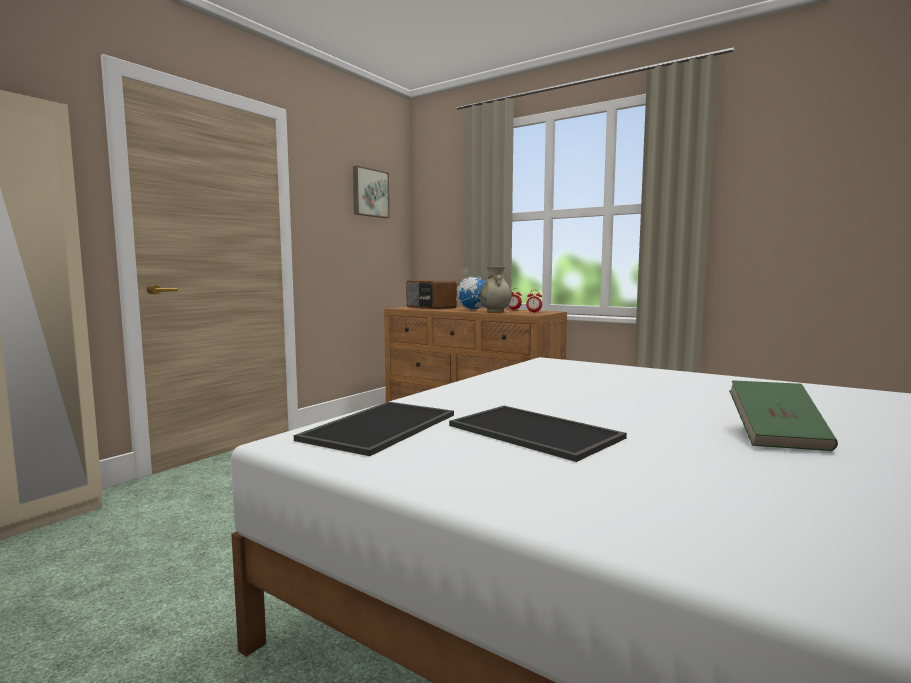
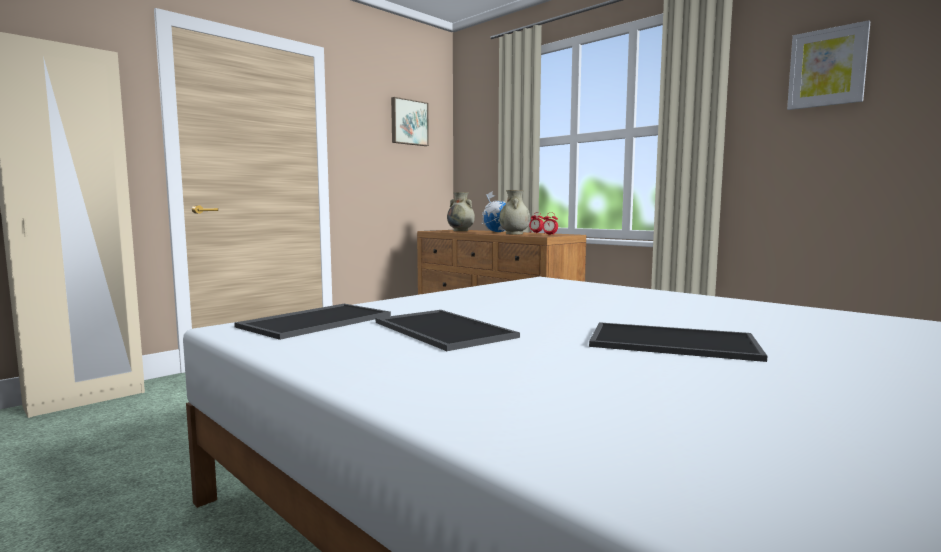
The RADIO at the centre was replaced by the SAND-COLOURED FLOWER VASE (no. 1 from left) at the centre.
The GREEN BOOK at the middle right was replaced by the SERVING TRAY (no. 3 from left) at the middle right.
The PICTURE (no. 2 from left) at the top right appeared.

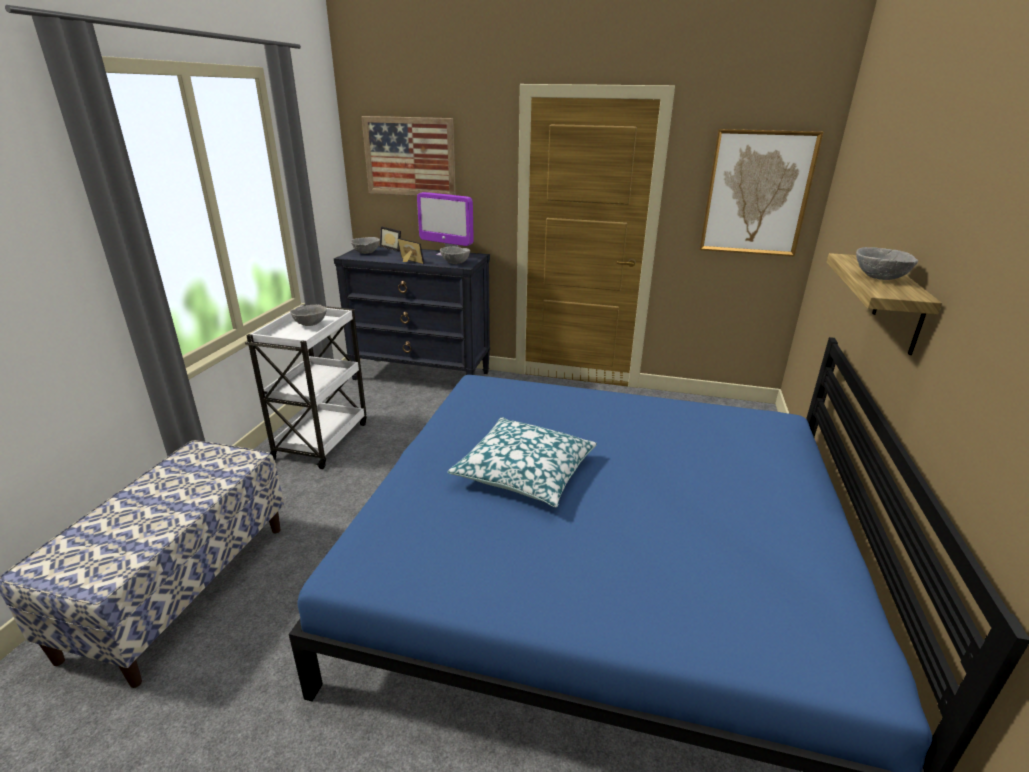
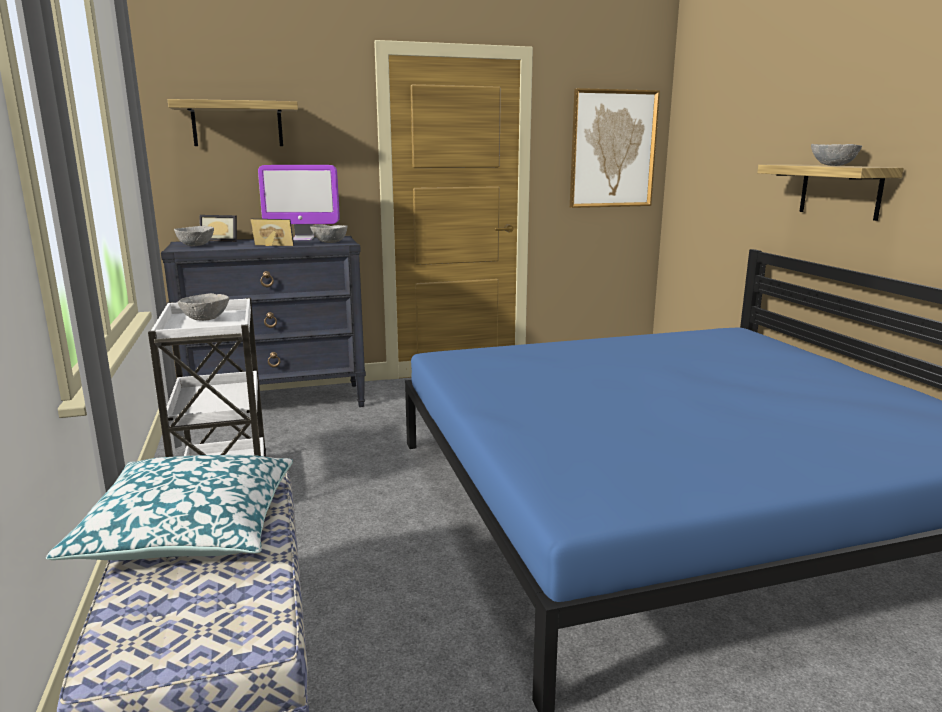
The PICTURE (no. 1 from left) at the top centre was replaced by the SHELF (no. 1 from left) at the top left.
The CUSHION moved from the centre to the bottom left.

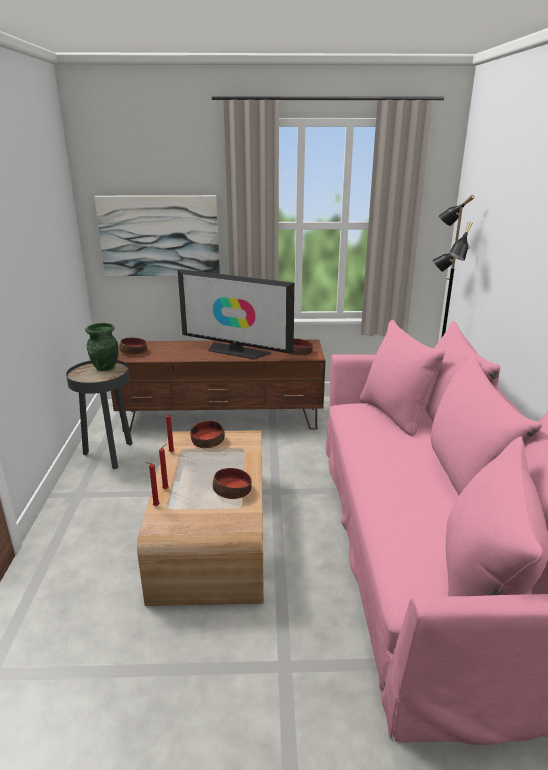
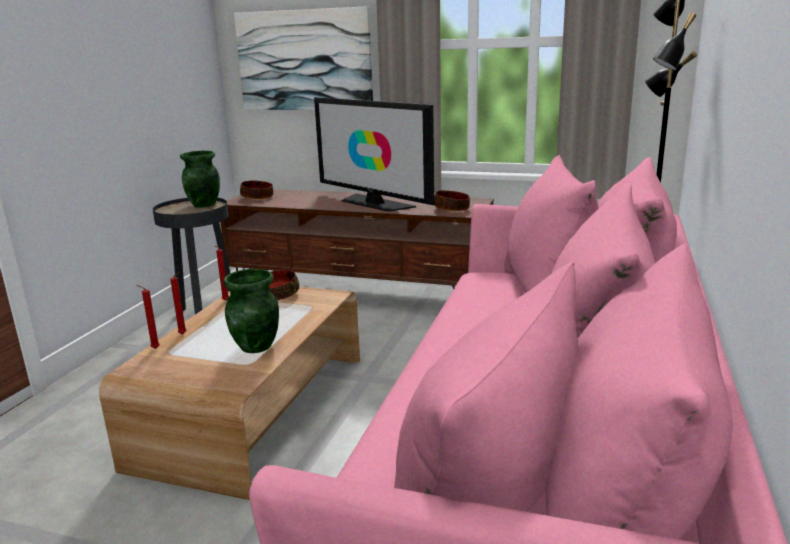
The SERVING BOWL (no. 3 from left) at the centre was replaced by the GREEN FLOWER VASE (no. 2 from left) at the middle left.

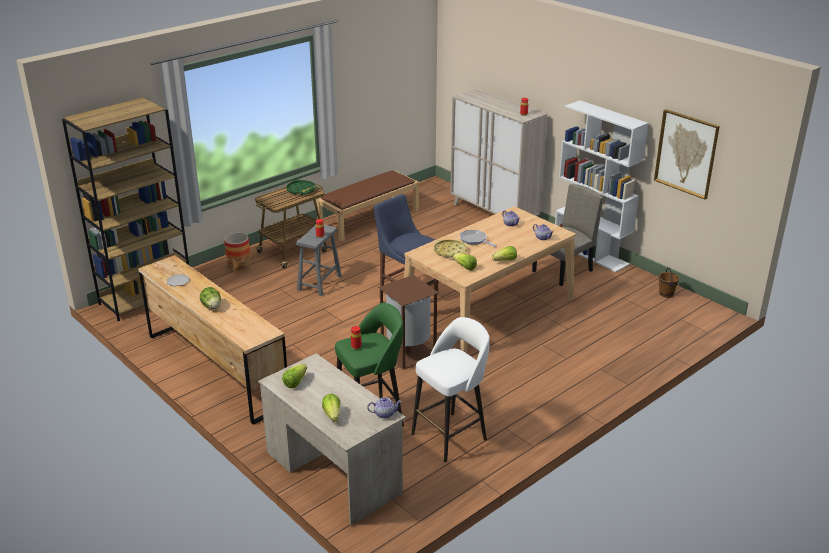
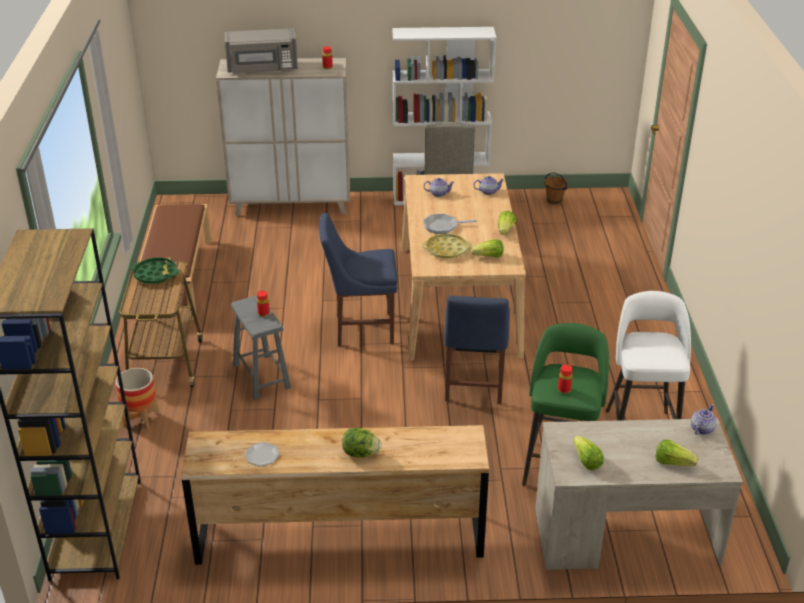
The PICTURE at the top right disappeared.
The BROWN-COLOURED RUBBISH BIN at the centre was replaced by the BLUISH PLAIN CHAIR (no. 2 from left) at the centre.
The GREY KITCHEN MICROWAVE at the top left appeared.

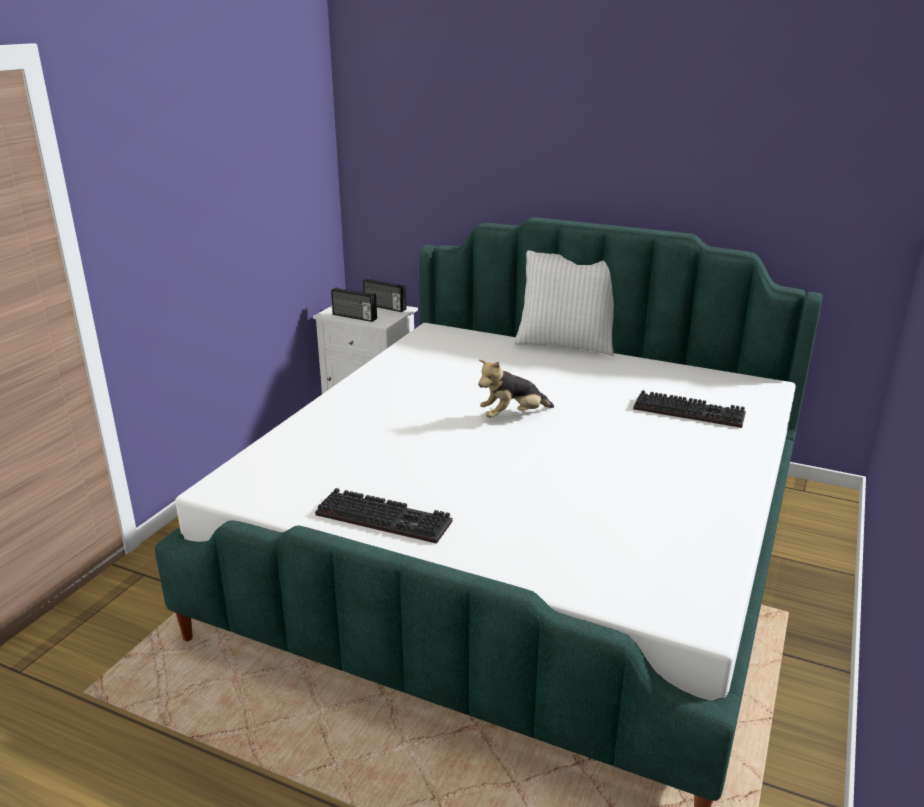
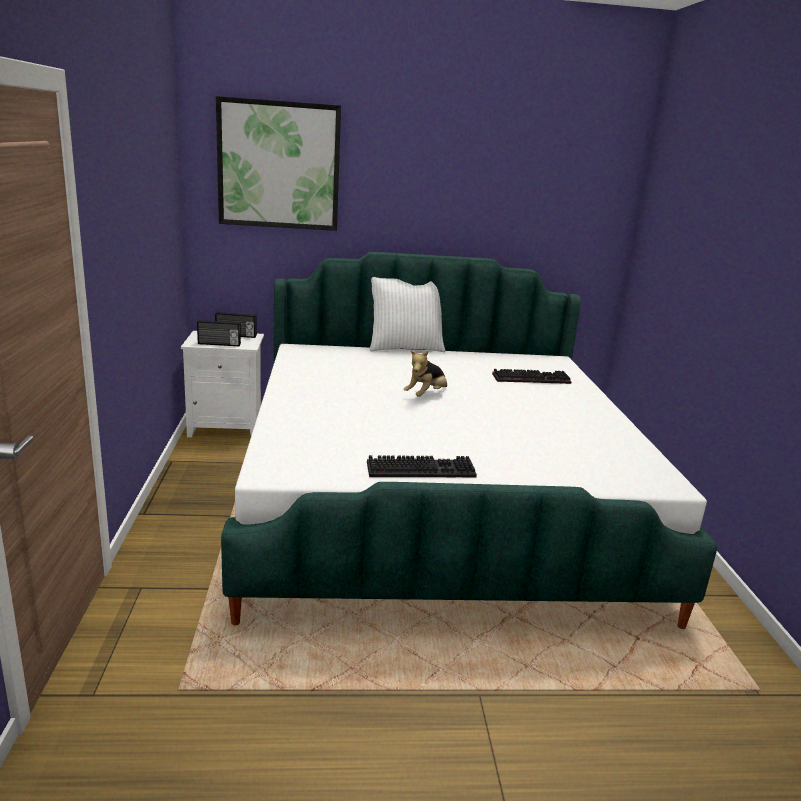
The PICTURE at the top centre appeared.

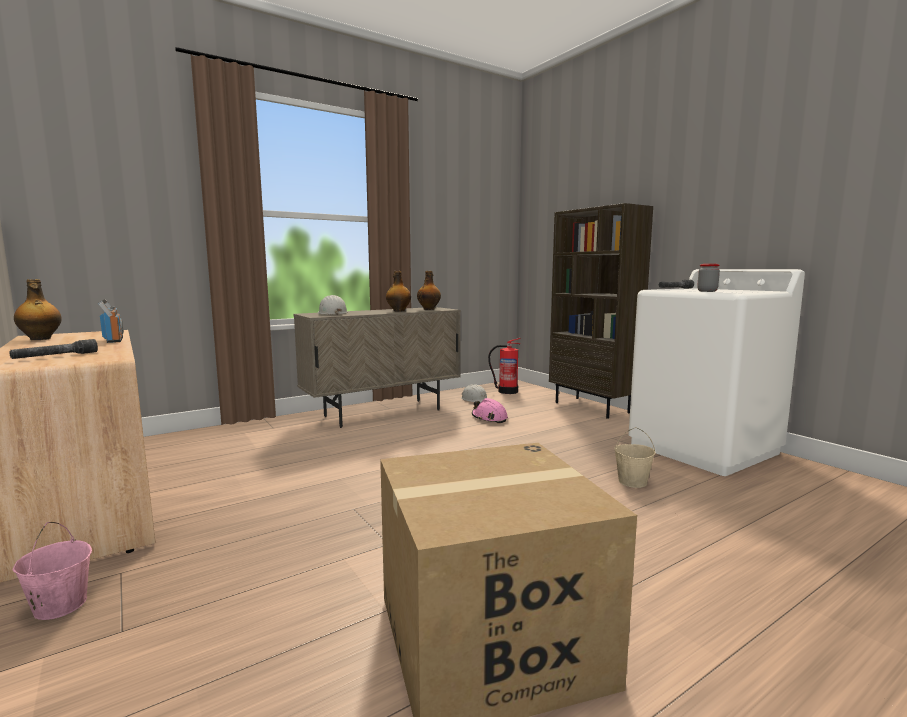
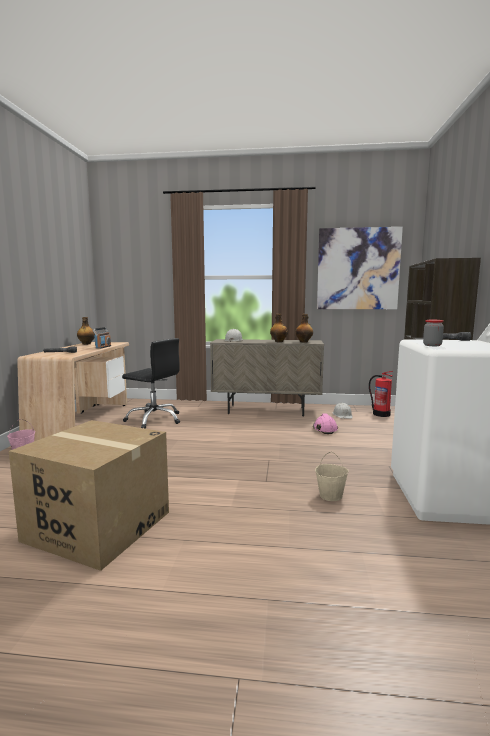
The PICTURE at the middle right appeared.
The BLACK-COLOURED OFFICE CHAIR at the middle left appeared.

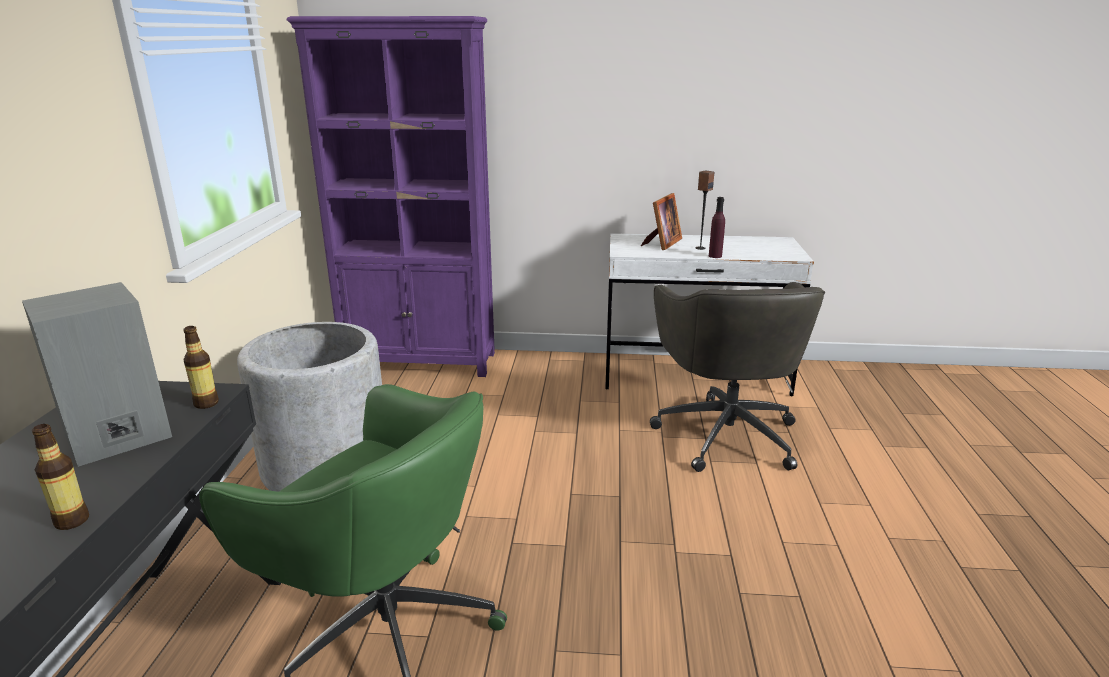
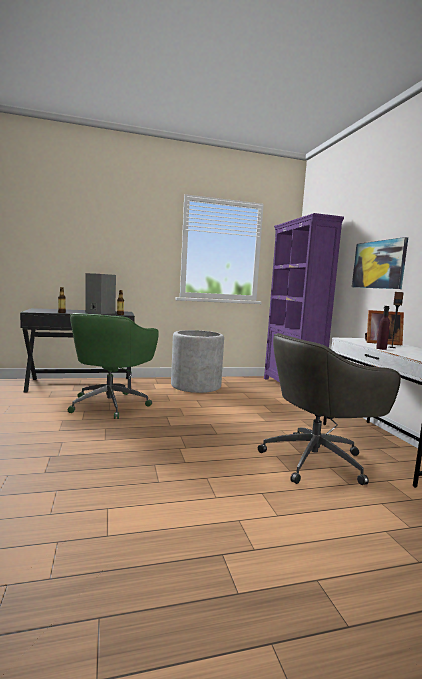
The PICTURE at the middle right appeared.

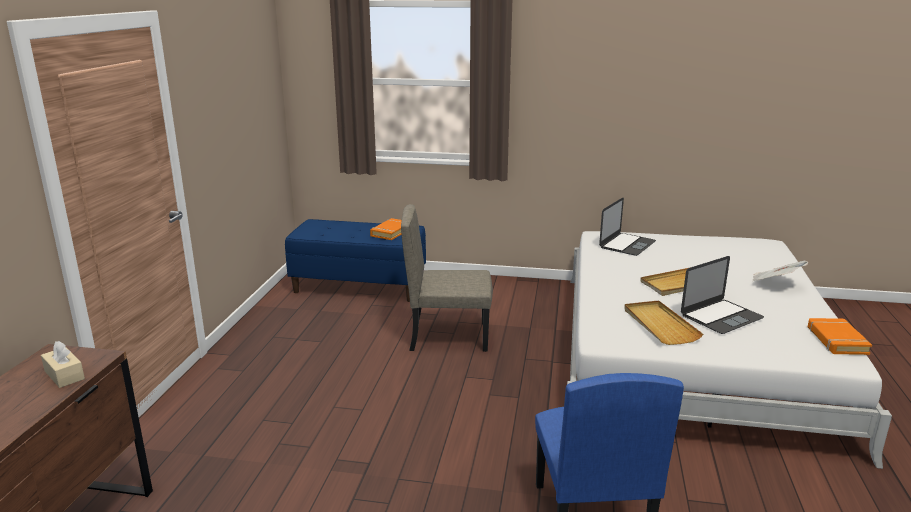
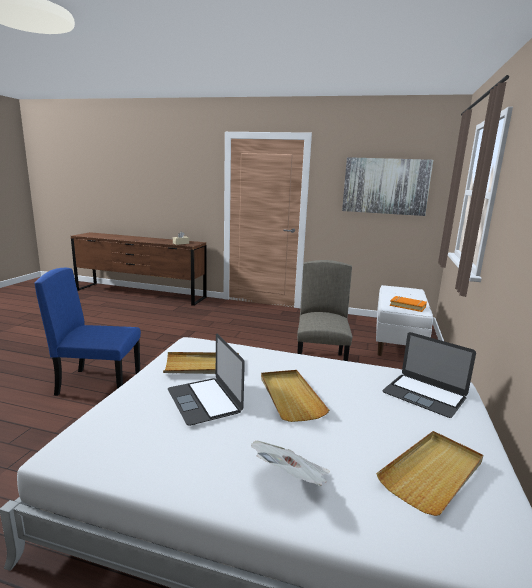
The BLUISH LONG SEAT at the centre became the WHITISH LONG SEAT at the middle right.
The ORANGEY BOOK (no. 2 from left) at the middle right disappeared.
The PICTURE at the top right appeared.
The SAND-COLOURED SERVING TRAY (no. 3 from left) at the bottom right appeared.

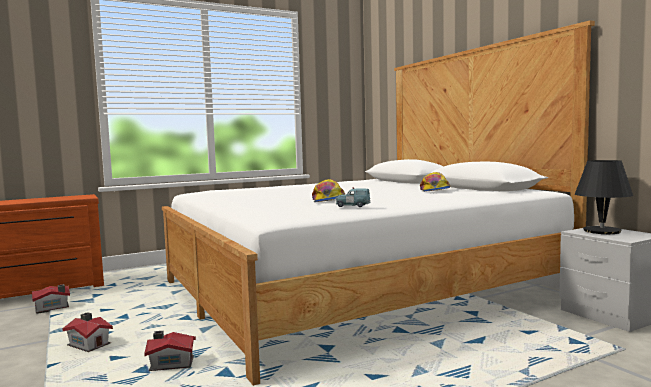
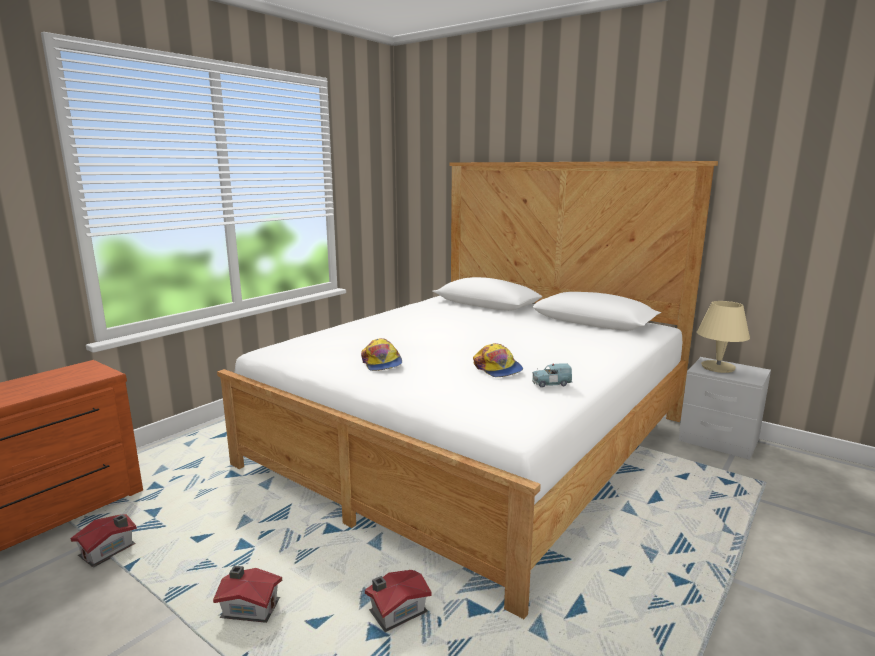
The BLACK-COLOURED TABLE LAMP at the middle right became the SAND-COLOURED TABLE LAMP at the middle right.
The BASEBALL CAP (no. 2 from left in the first image) moved from the middle right to the centre.

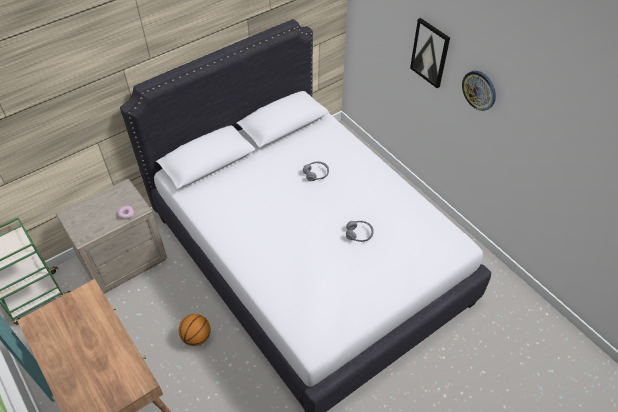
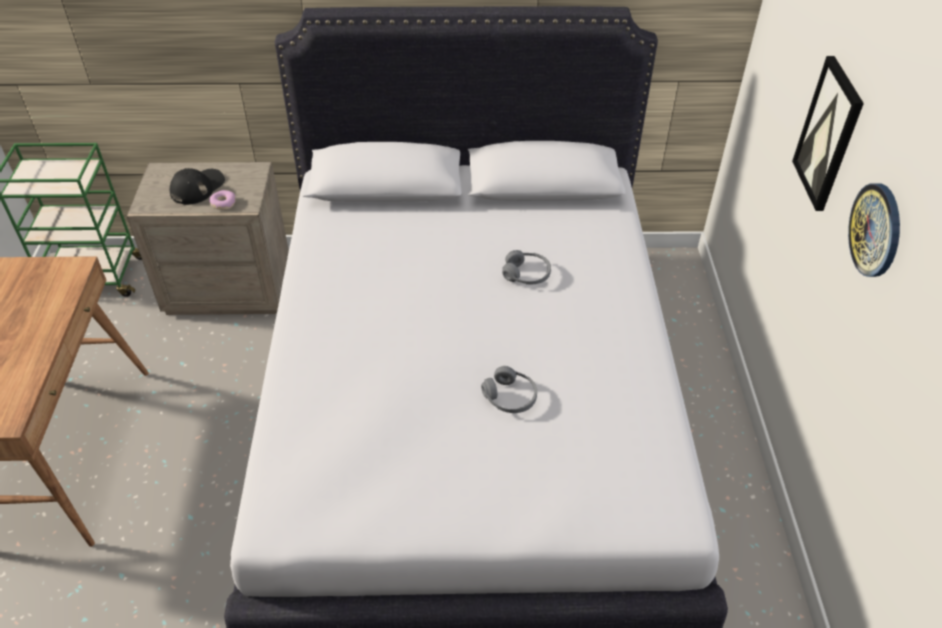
The BASKETBALL BALL at the bottom left disappeared.
The BLACK-COLOURED BASEBALL CAP at the top left appeared.

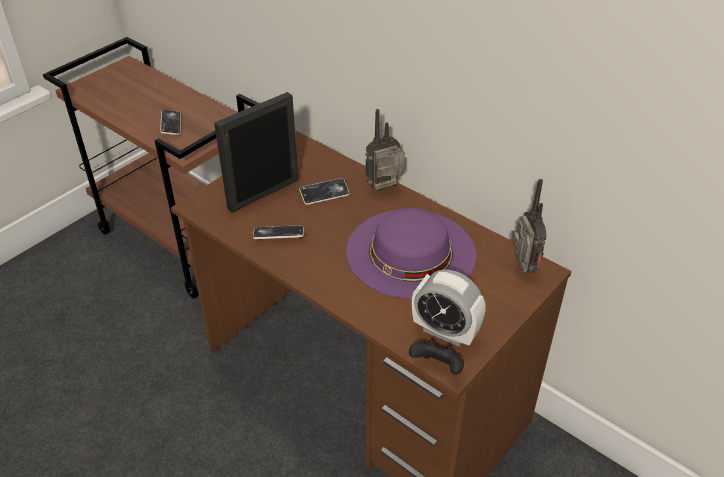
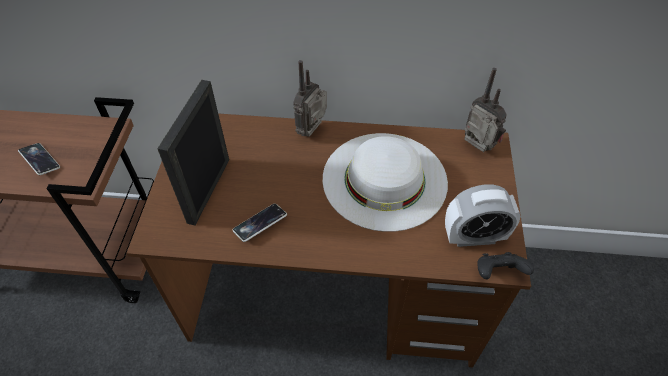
The HANDSET (no. 3 from left) at the centre disappeared.
The PURPLE CLOTHING HAT at the centre became the WHITISH CLOTHING HAT at the centre.

